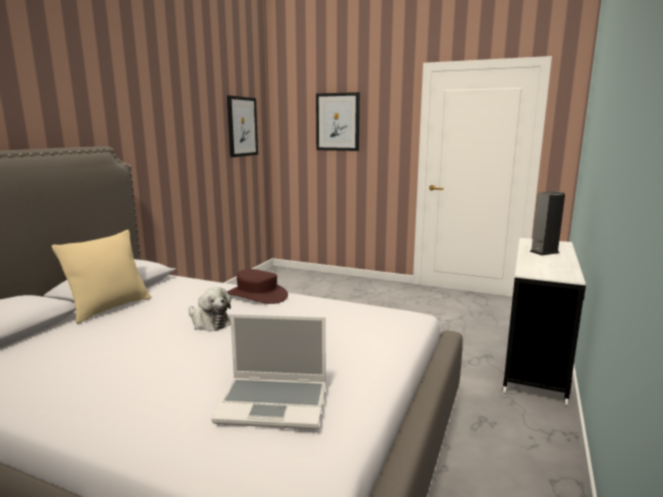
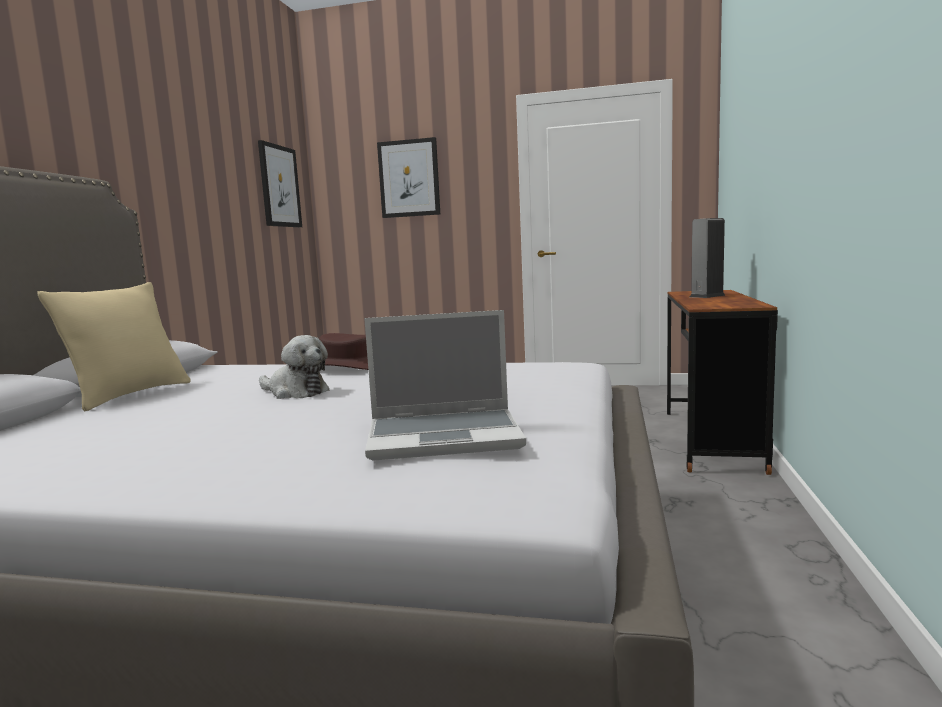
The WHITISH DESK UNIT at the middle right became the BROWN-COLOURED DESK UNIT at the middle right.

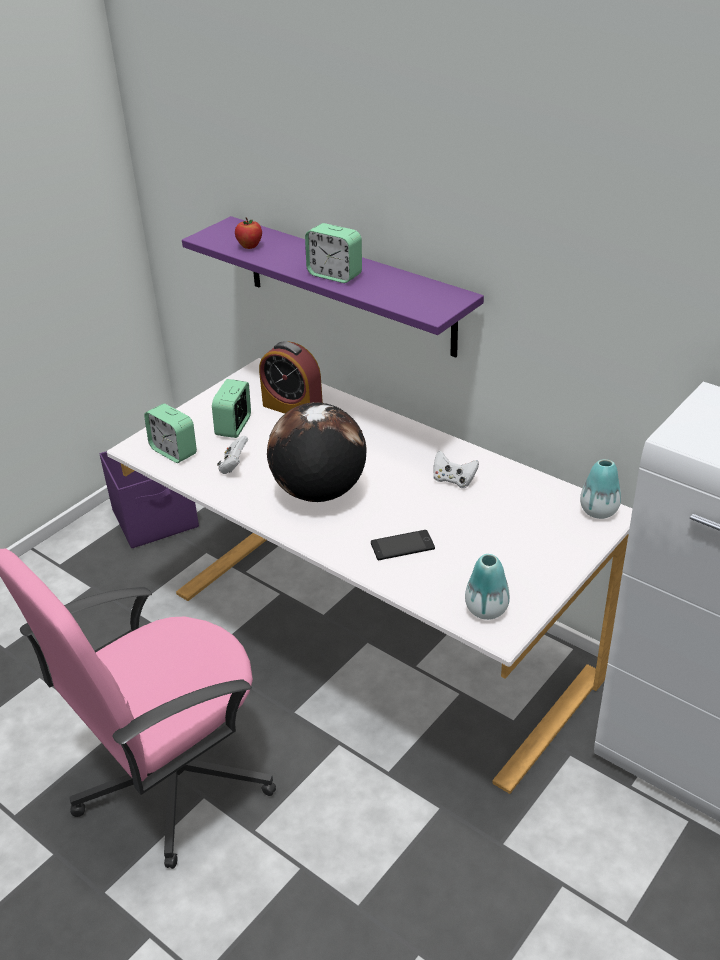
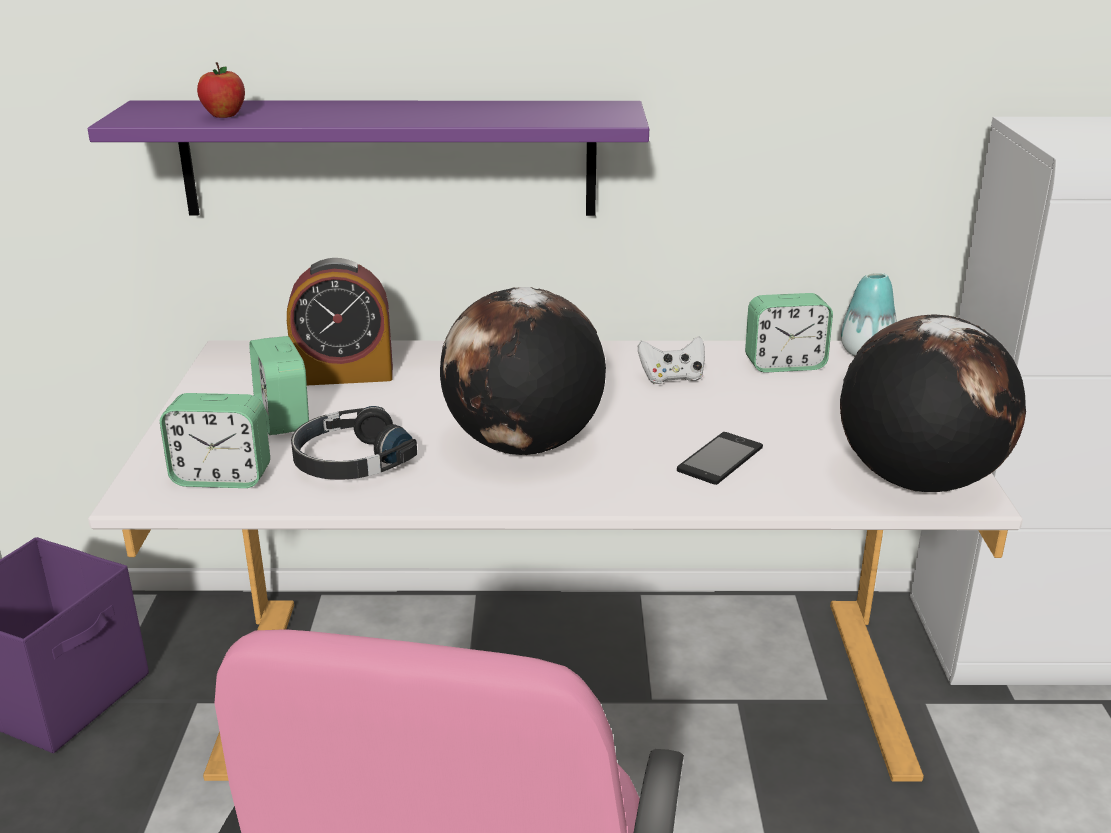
The BEDSIDE CLOCK (no. 4 from left) moved from the top centre to the middle right.
The WHITISH JOYPAD (no. 1 from left) at the middle left was replaced by the BLACK-COLOURED PAIR OF HEADPHONES at the middle left.
The FLOWER VASE (no. 1 from left) at the middle right was replaced by the WORLD GLOBE (no. 2 from left) at the middle right.

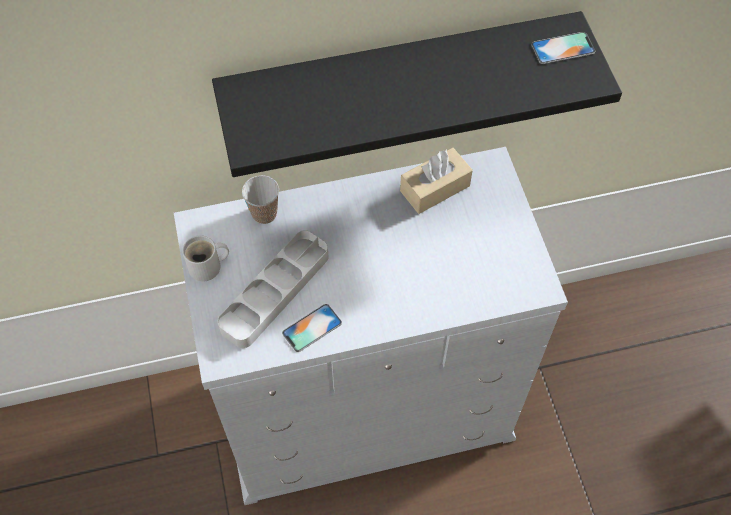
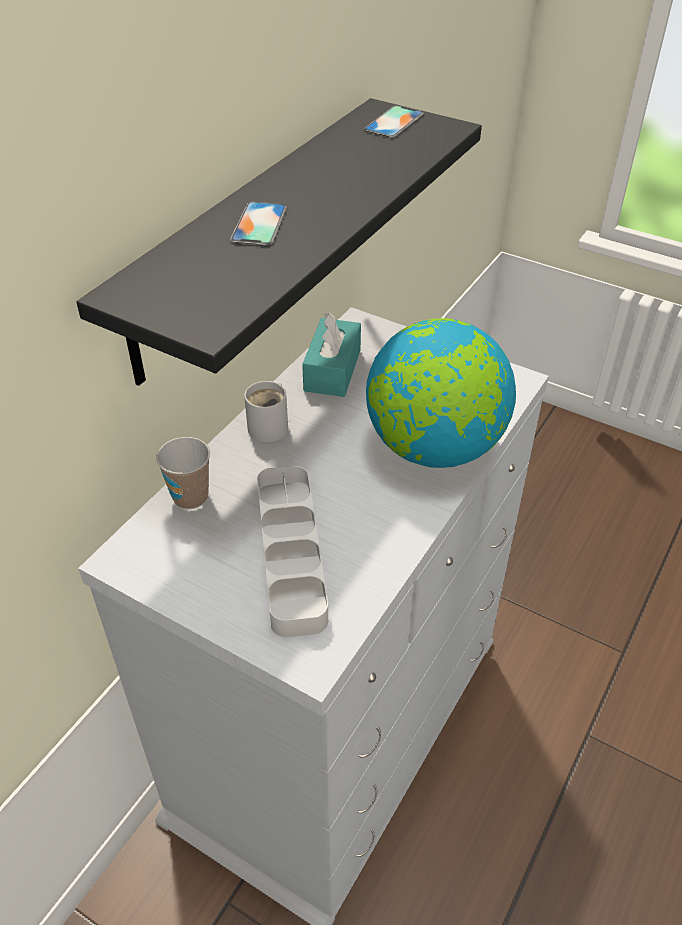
The SAND-COLOURED TISSUE BOX at the centre became the BLUE-GREEN TISSUE BOX at the centre.
The WHITISH COFFEE MUG moved from the middle left to the centre.
The HANDSET (no. 1 from left) moved from the centre to the top centre.
The WORLD GLOBE at the centre appeared.

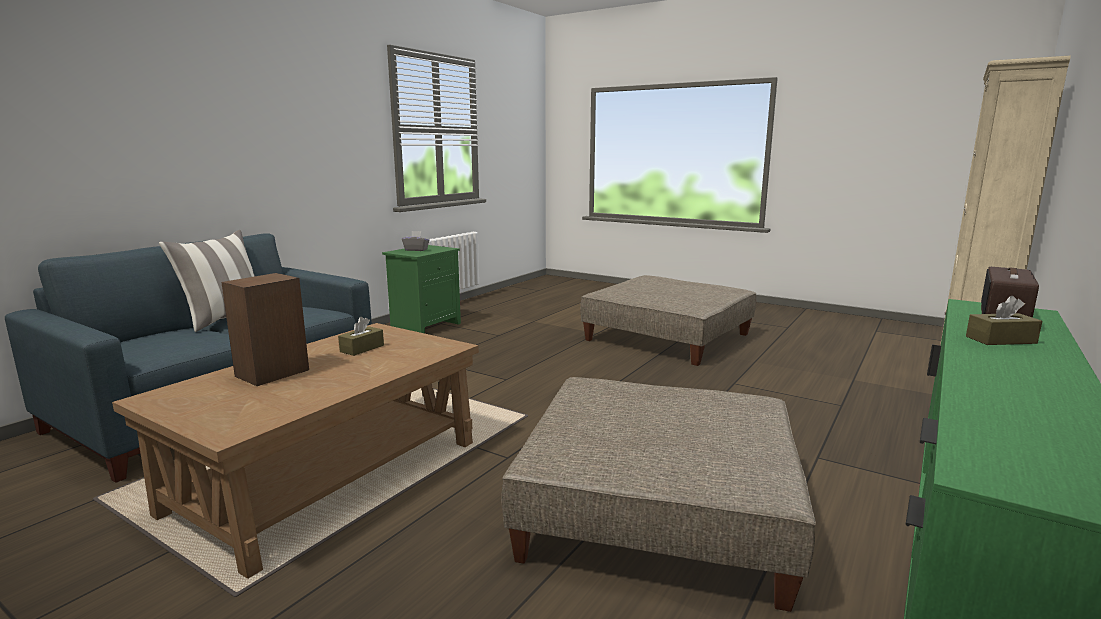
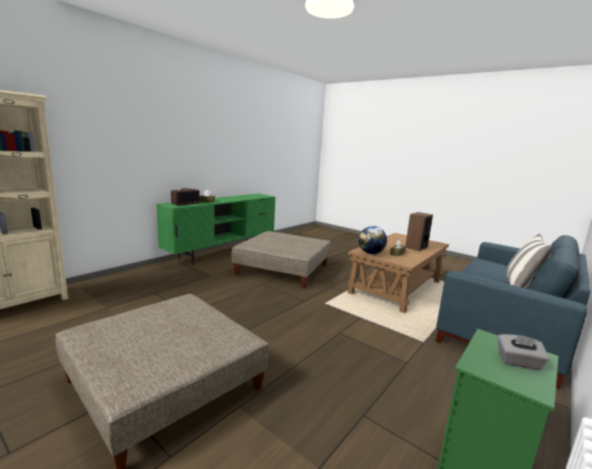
The WORLD GLOBE at the centre appeared.

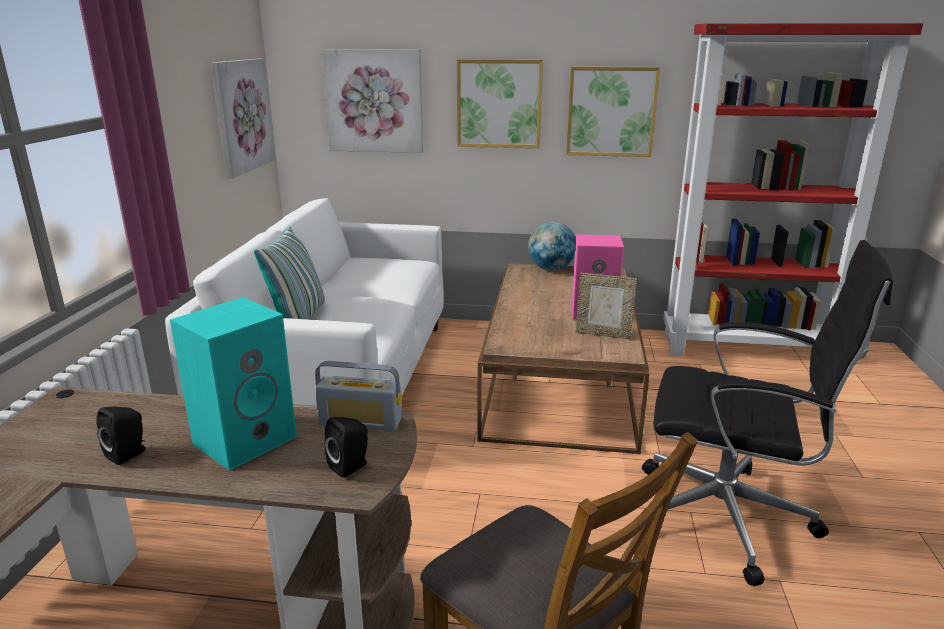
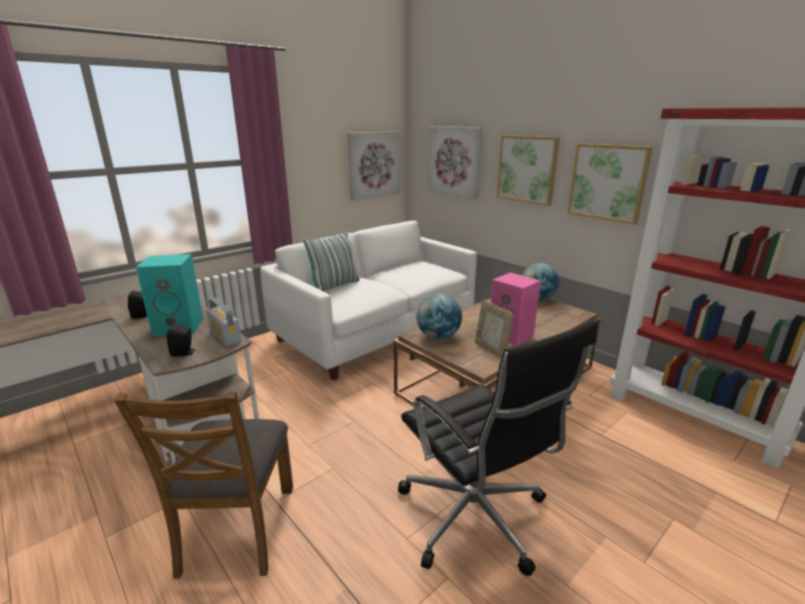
The WORLD GLOBE (no. 1 from left) at the centre appeared.

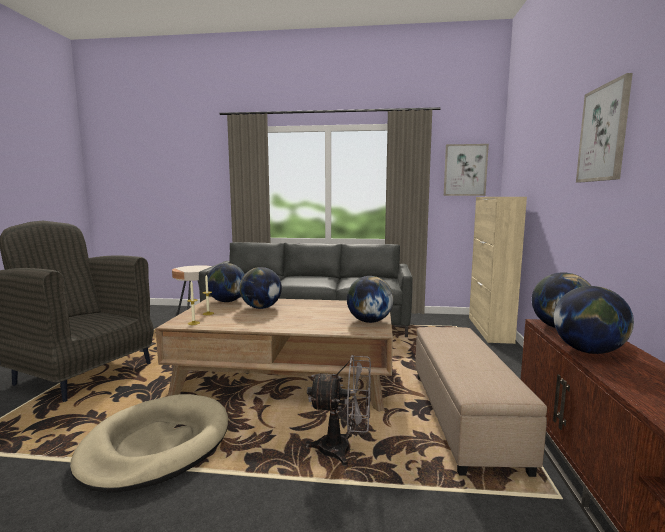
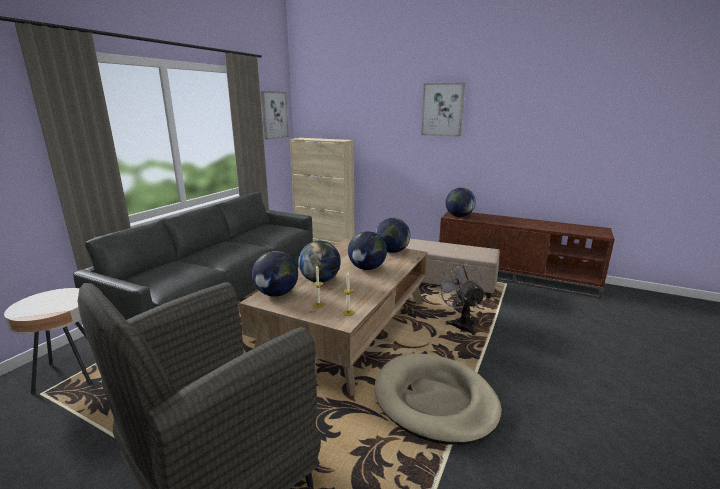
The WORLD GLOBE (no. 5 from left in the first image) moved from the middle right to the centre.
The GREY COOLING FAN at the bottom centre turned 45 degrees counterclockwise.

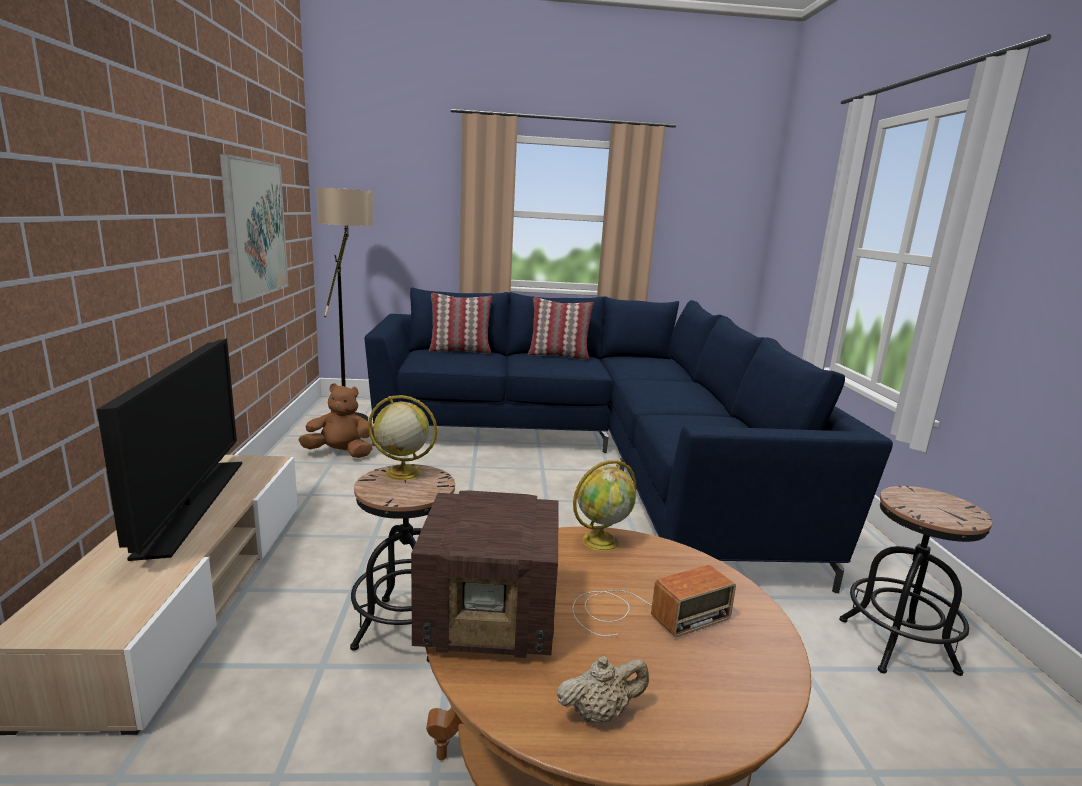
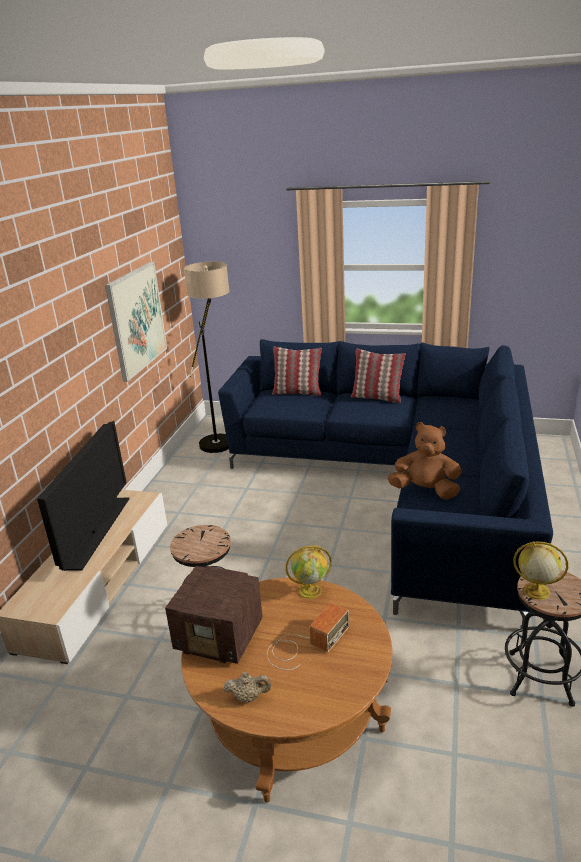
The BROWN-COLOURED CUDDLY TOY moved from the middle left to the middle right.
The WORLD GLOBE (no. 1 from left in the first image) moved from the centre to the middle right.
The RADIO (no. 2 from left) at the bottom centre turned 45 degrees counterclockwise.

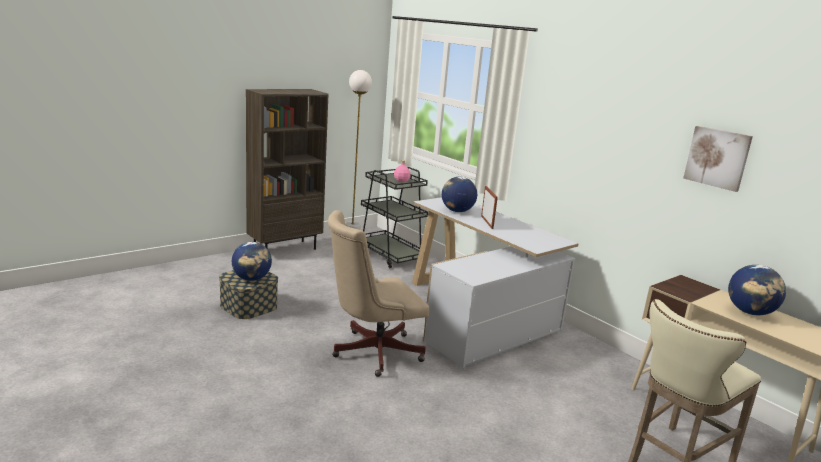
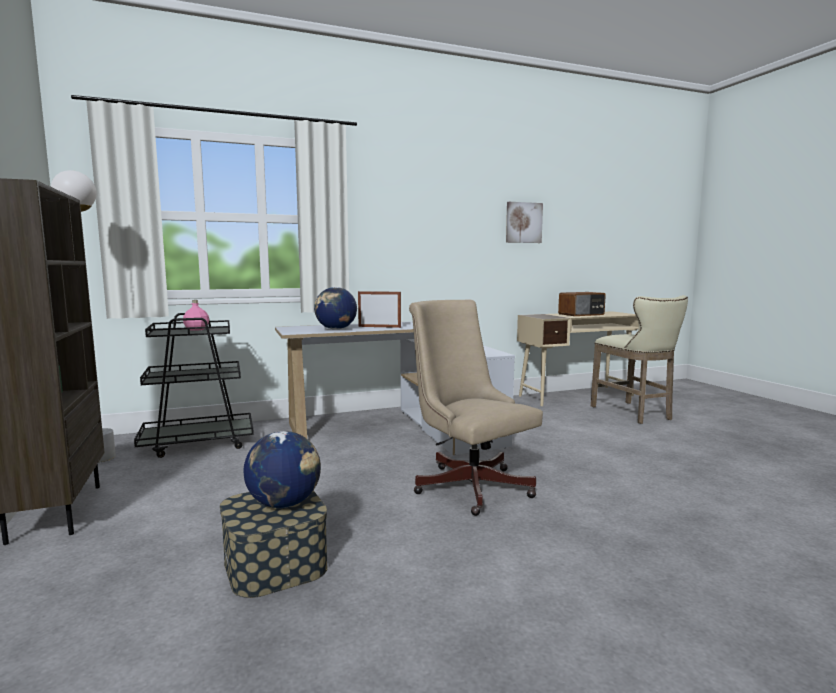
The SAND-COLOURED OFFICE CHAIR at the centre turned 150 degrees clockwise.
The WORLD GLOBE (no. 3 from left) at the middle right was replaced by the RADIO at the middle right.

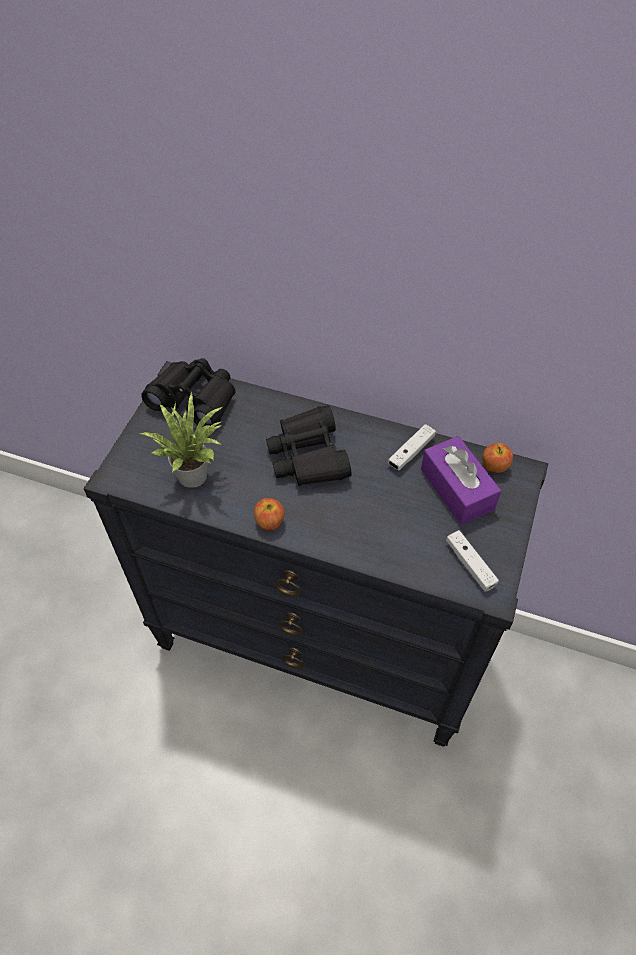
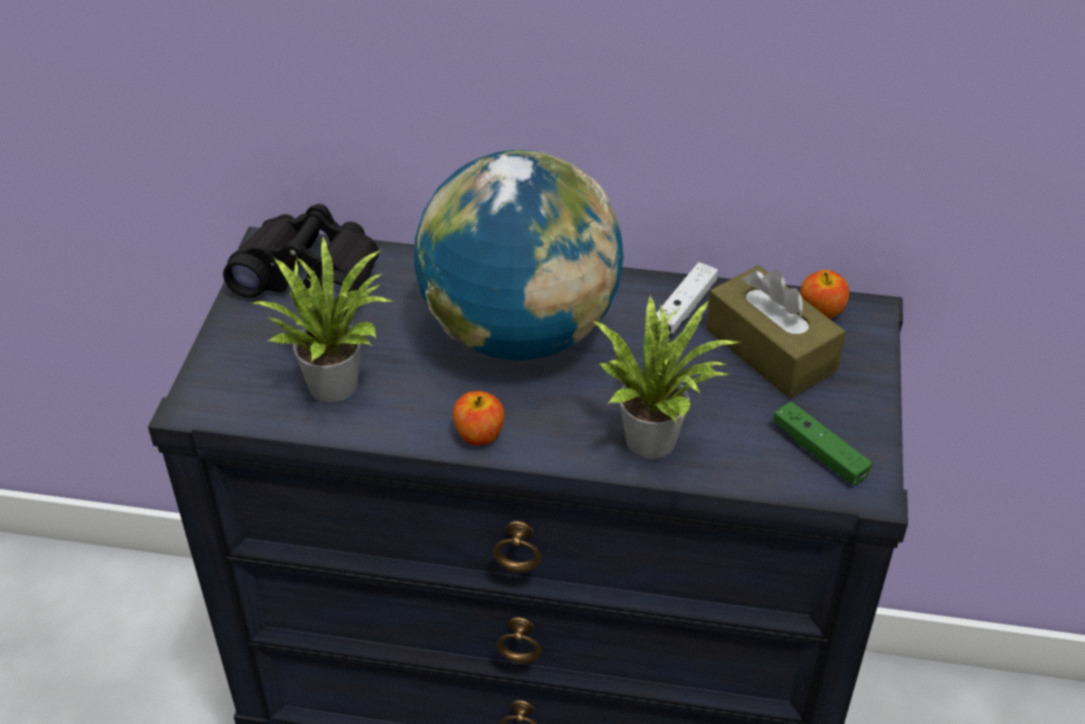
The BLACK-COLOURED PAIR OF BINOCULARS (no. 2 from left) at the centre was replaced by the WORLD GLOBE at the centre.
The PURPLE TISSUE BOX at the middle right became the BROWN-COLOURED TISSUE BOX at the middle right.
The WHITISH JOYPAD (no. 2 from left) at the middle right became the GREEN JOYPAD at the middle right.
The PLANT IN A POT (no. 2 from left) at the centre appeared.

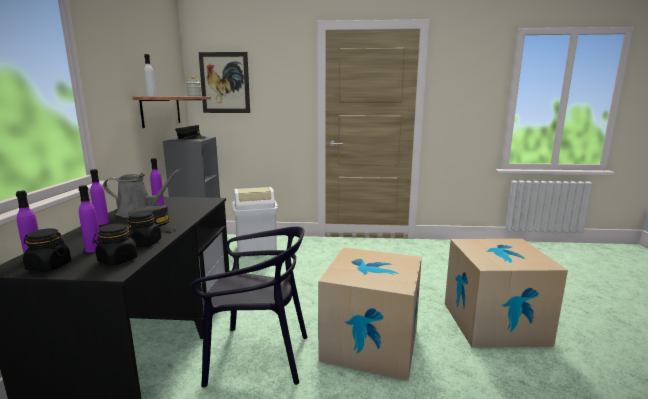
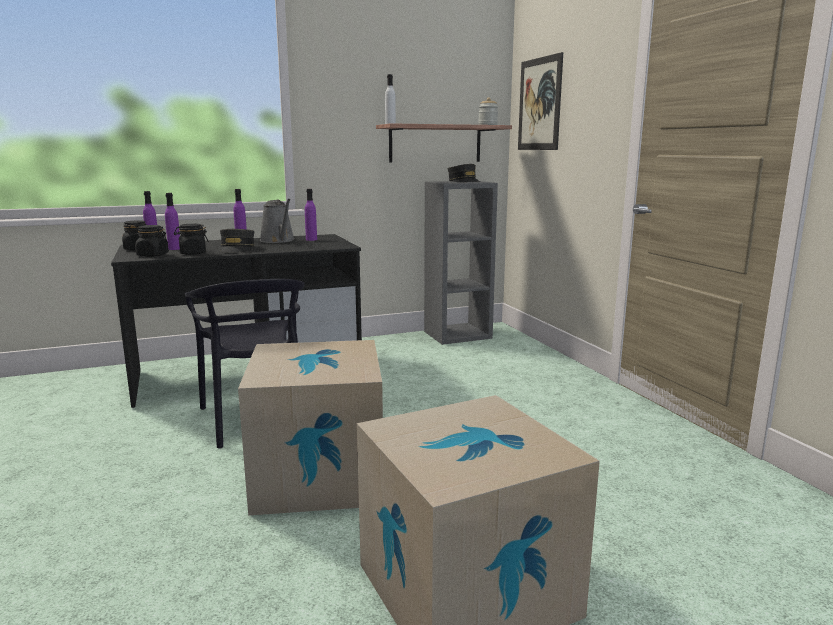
The WHITISH RUBBISH BIN at the centre disappeared.

